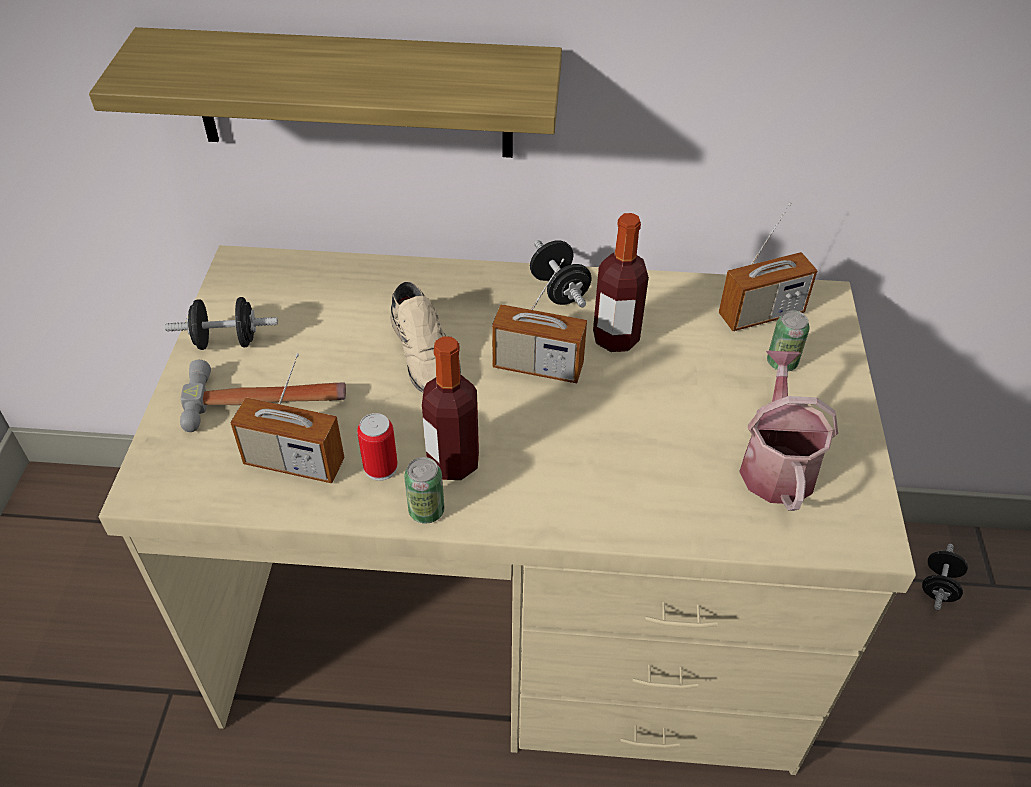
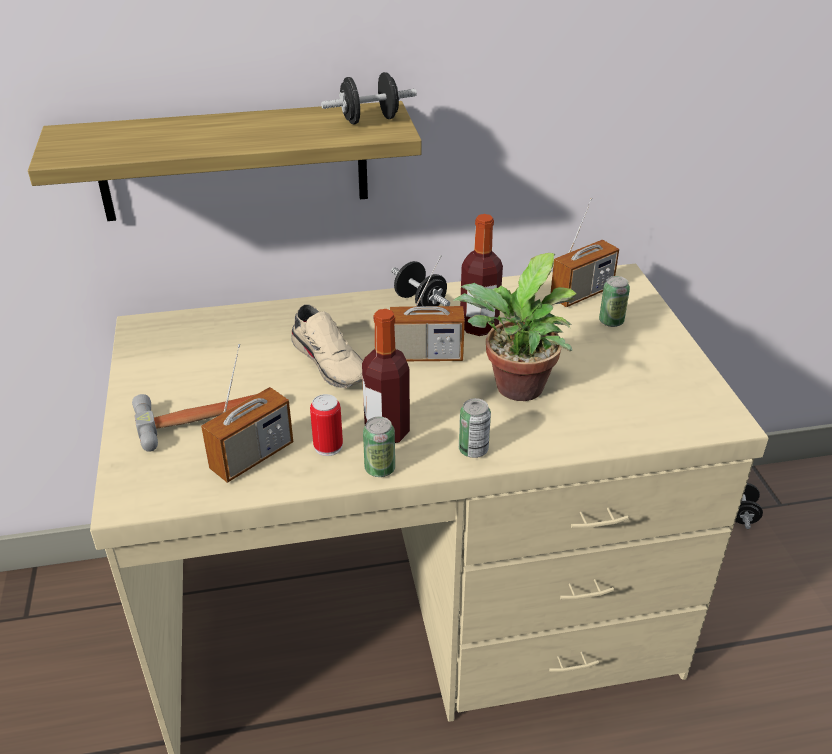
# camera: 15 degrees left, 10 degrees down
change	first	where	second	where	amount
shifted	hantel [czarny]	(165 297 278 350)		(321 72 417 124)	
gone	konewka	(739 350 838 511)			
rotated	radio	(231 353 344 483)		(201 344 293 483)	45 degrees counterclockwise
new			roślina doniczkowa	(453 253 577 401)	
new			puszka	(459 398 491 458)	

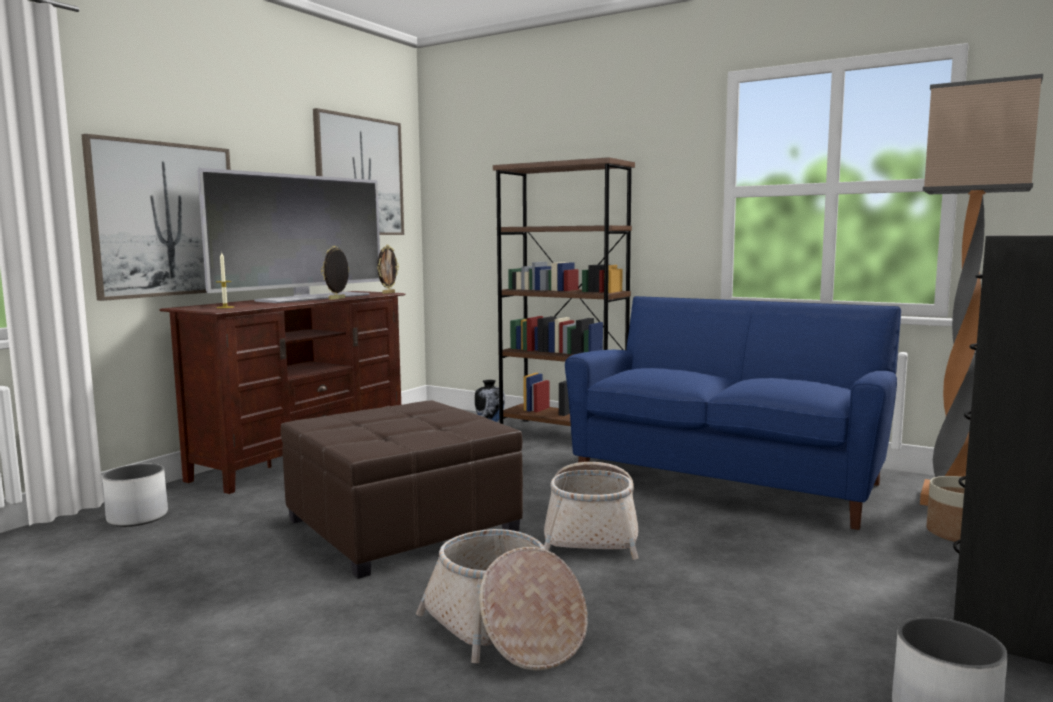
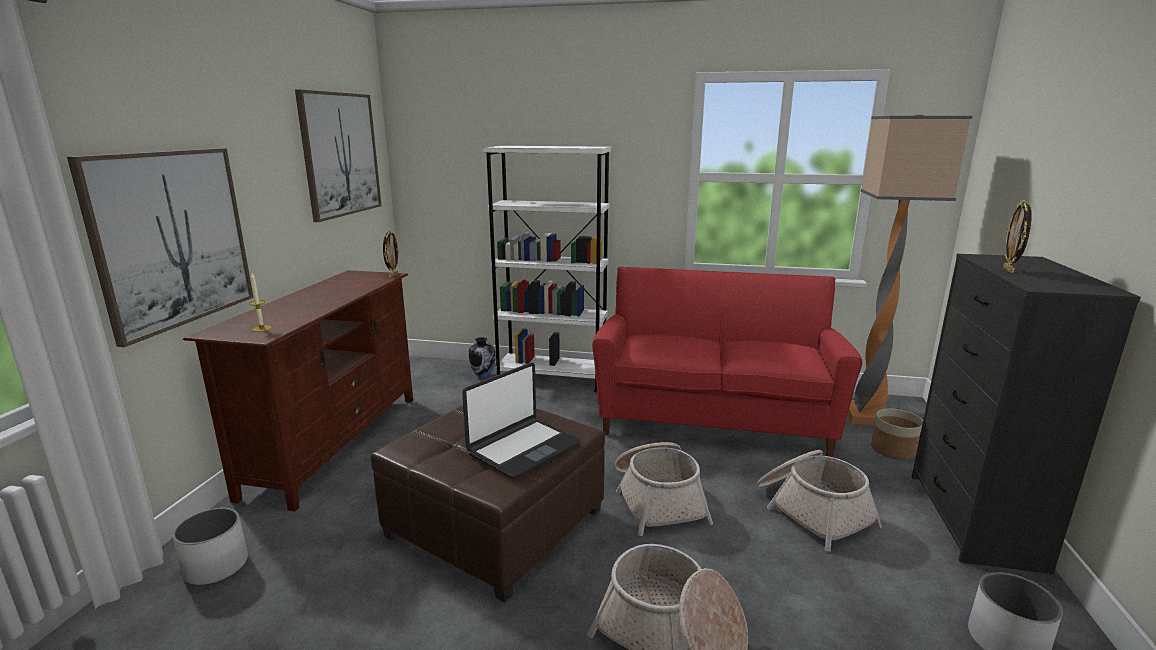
# camera: 20 degrees left, 10 degrees up
change	first	where	second	where	amount
repainted	regał [brązowy]	(493 157 635 426)	regał [biały]	(483 146 611 393)	
gone	telewizor	(197 168 380 303)			
shifted	ramka na zdjęcie	(321 246 349 300)		(1003 200 1032 273)	
repainted	kanapa [niebieski]	(565 296 901 530)	kanapa [czerwony]	(592 267 862 457)	
new			laptop	(462 363 580 479)	
new			koszyk	(757 450 882 552)	

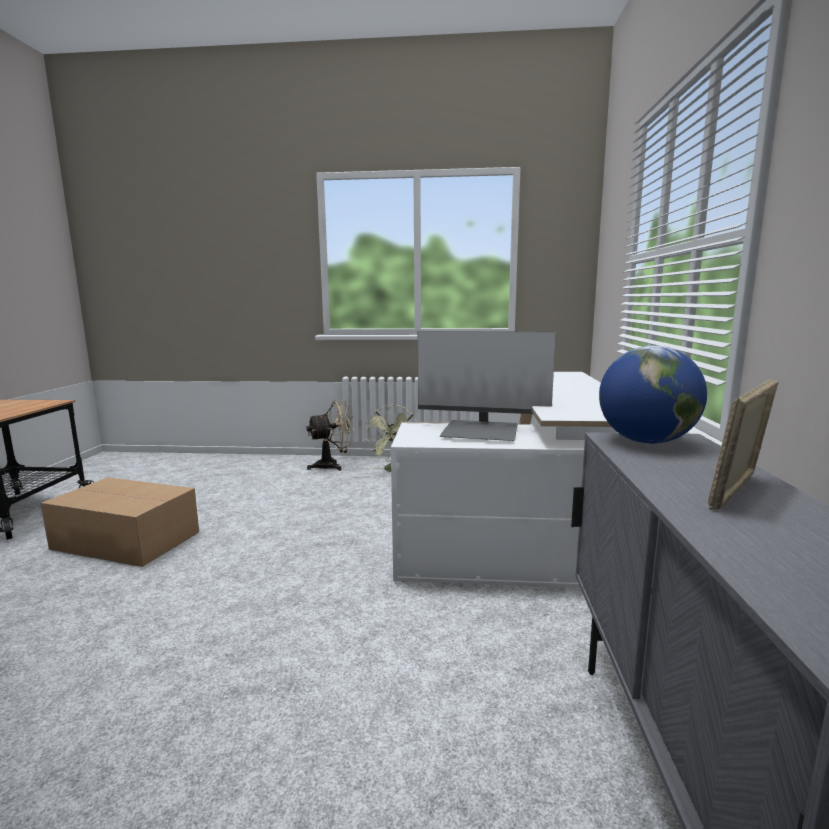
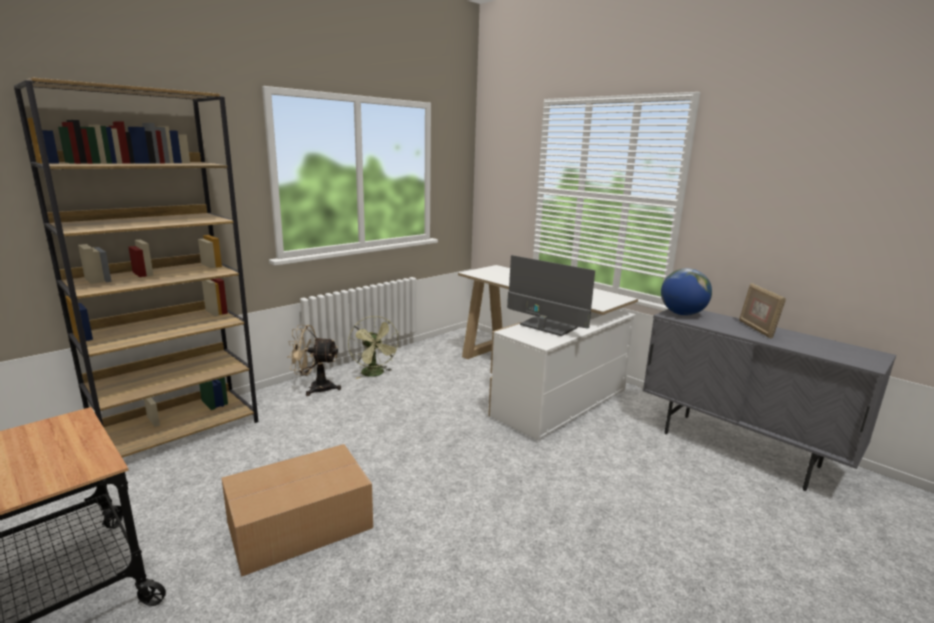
# camera: 50 degrees left, 5 degrees up
change	first	where	second	where	amount
rotated	monitor	(418 331 556 441)		(507 255 595 336)	105 degrees counterclockwise
rotated	wentylator [beżowy]	(306 400 354 471)		(287 325 341 396)	105 degrees counterclockwise
new			regał [brązowy]	(14 77 259 458)	

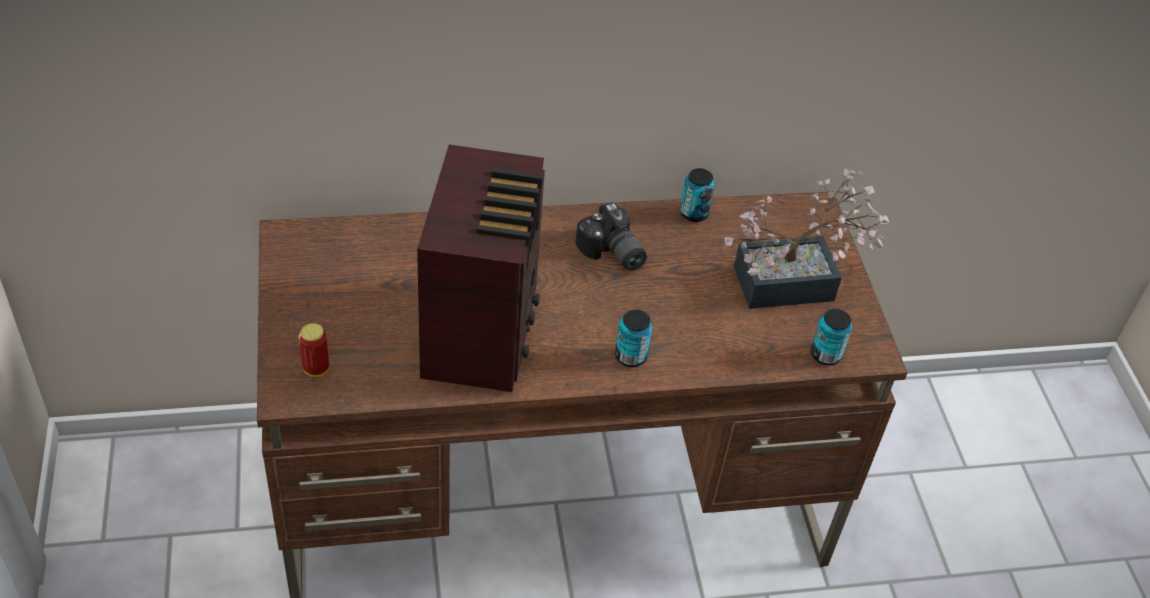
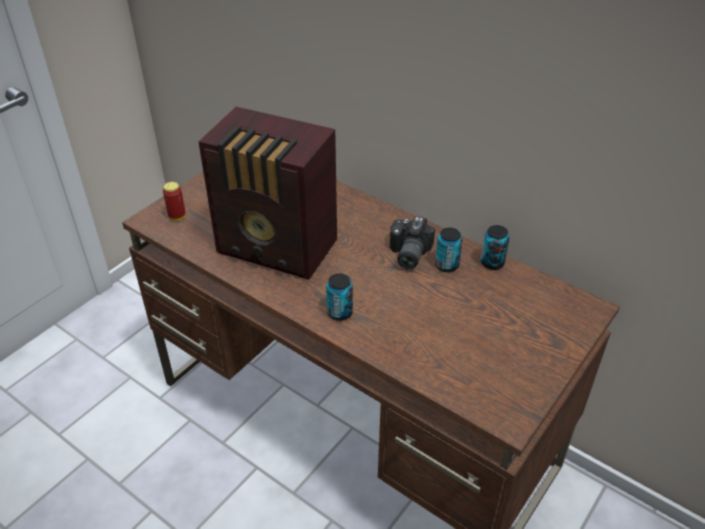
# camera: 50 degrees right, 5 degrees down
change	first	where	second	where	amount
rotated	radio	(417 145 545 392)		(198 107 337 280)	60 degrees clockwise
gone	roślina doniczkowa	(724 168 889 309)			
shifted	puszka	(811 309 852 365)		(435 227 463 272)	

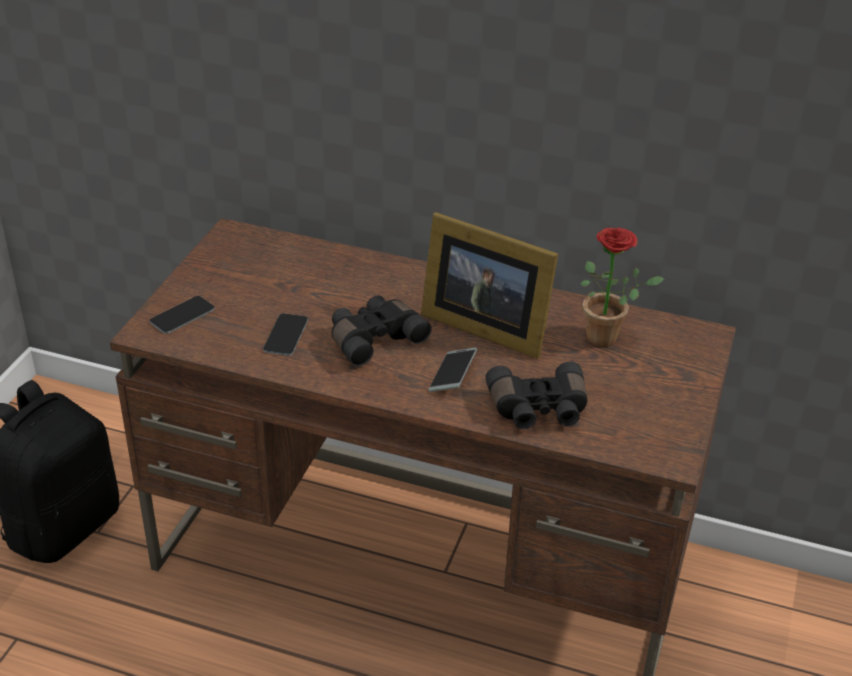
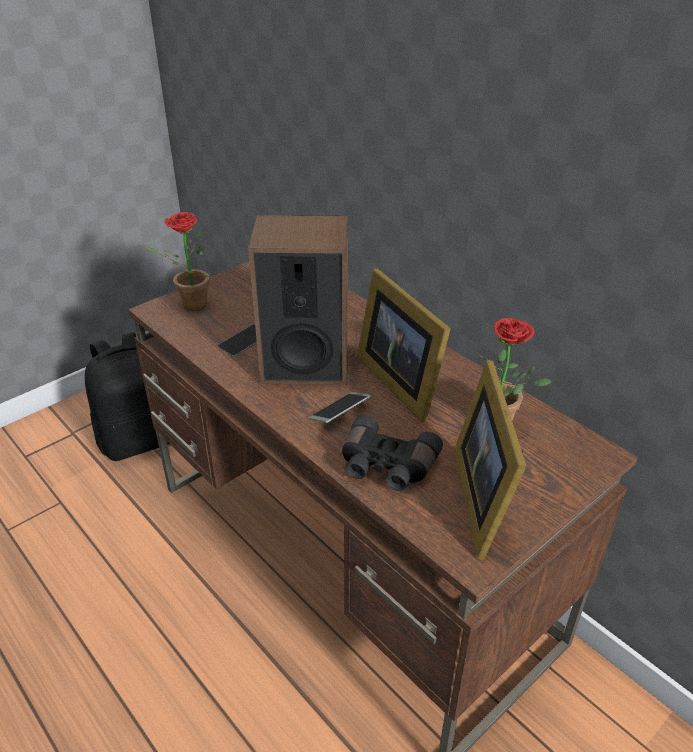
# camera: 30 degrees right, 0 degrees up
change	first	where	second	where	amount
swapped	lornetka [czarny]	(332 295 432 366)	głośnik	(248 215 348 385)	
swapped	telefon	(150 296 215 334)	roślina doniczkowa	(145 212 210 311)	
new			ramka na zdjęcie	(454 360 526 560)	

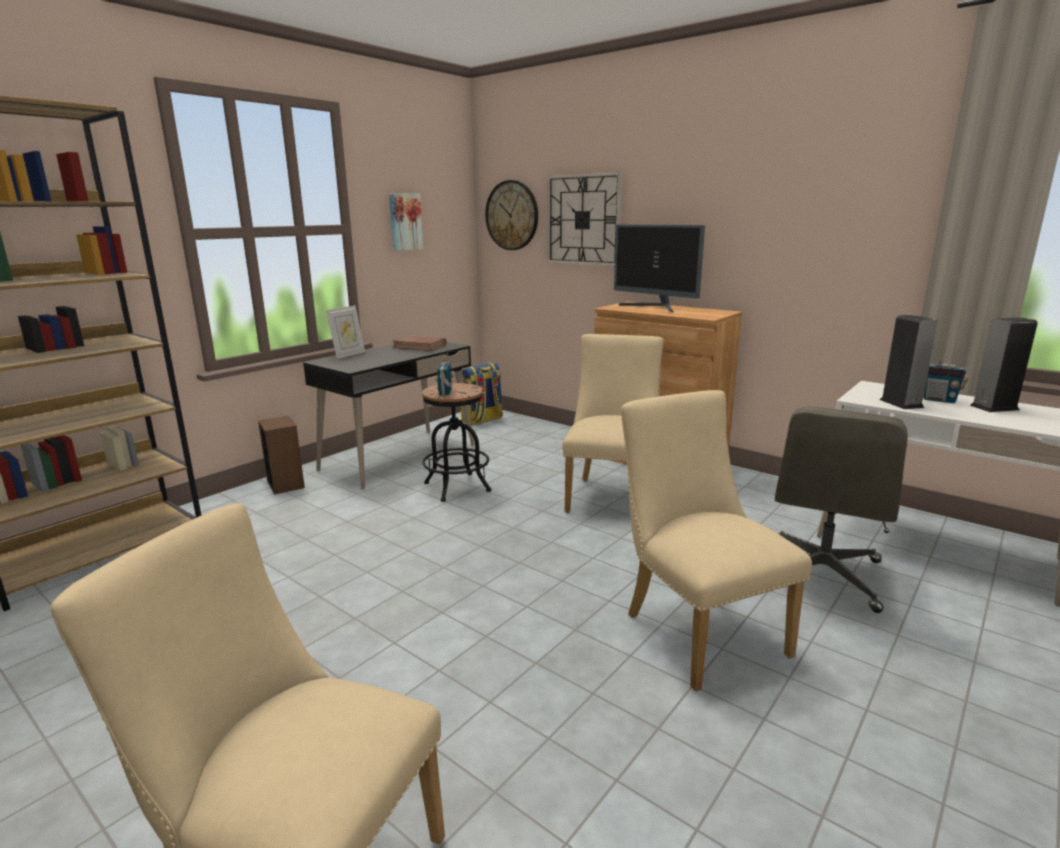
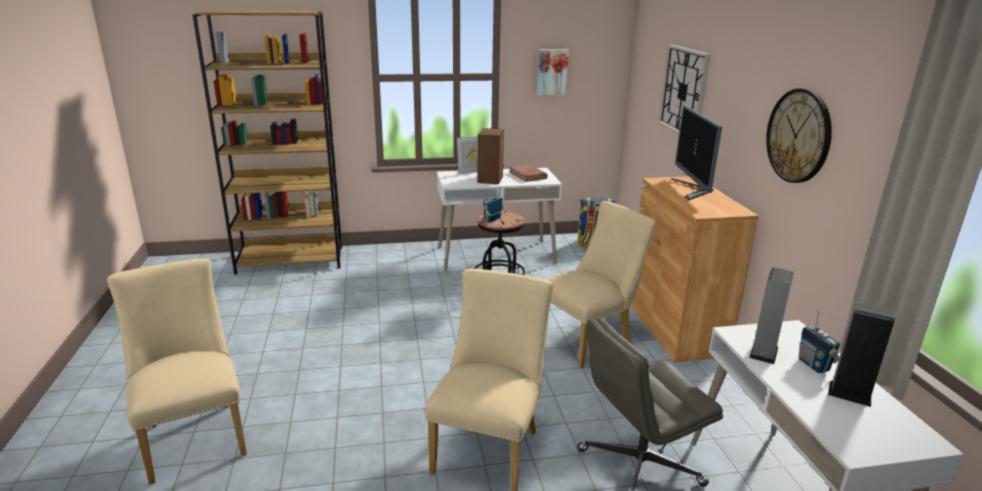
# camera: 40 degrees right, 5 degrees up
change	first	where	second	where	amount
shifted	zegar ścienny	(485 180 538 250)		(766 88 832 183)	
repainted	biurko [czarny]	(303 342 474 490)	biurko [biały]	(437 168 562 271)	
shifted	głośnik	(258 416 305 494)		(477 128 504 184)	

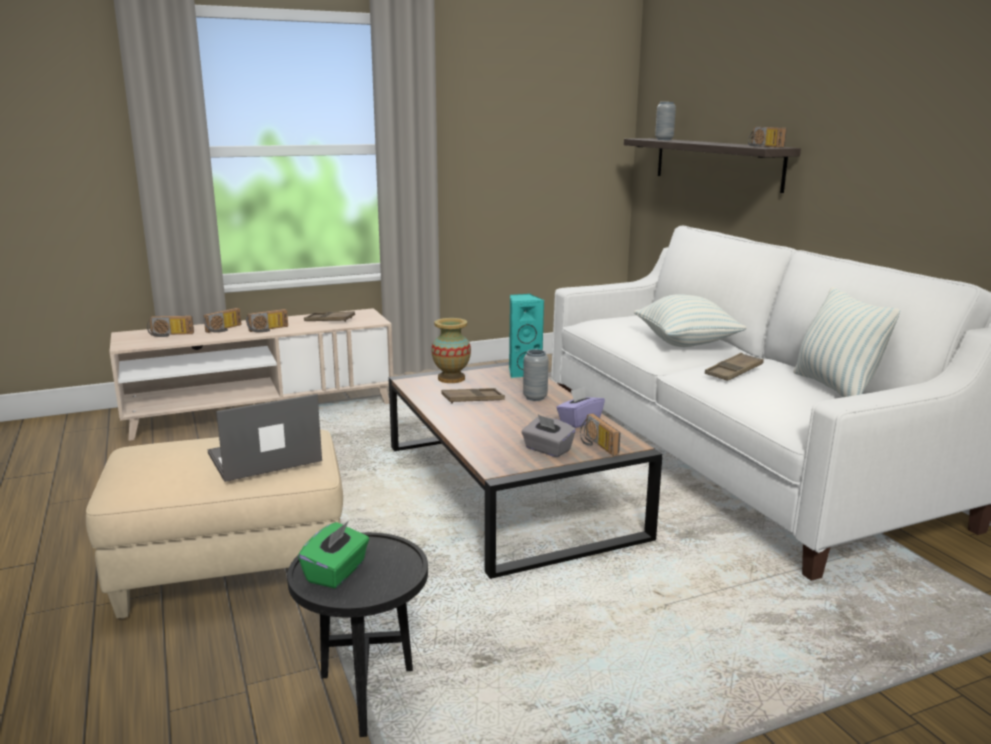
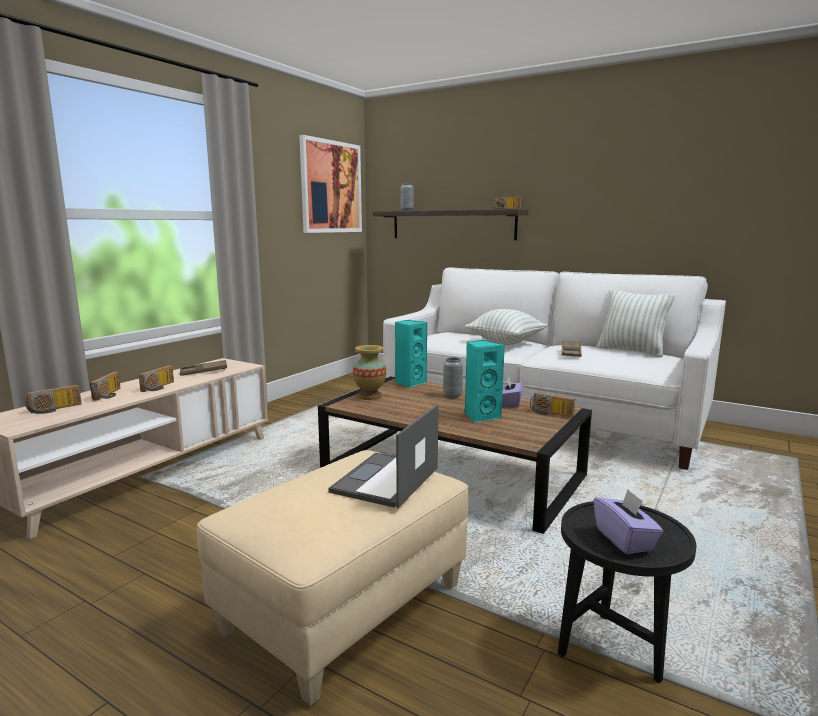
# camera: 35 degrees left, 5 degrees down
change	first	where	second	where	amount
gone	taca [brązowy]	(441 388 505 404)			
gone	pudełko chusteczek [szary]	(521 415 576 457)			
repainted	pudełko chusteczek [zielony]	(298 522 369 588)	pudełko chusteczek [fioletowy]	(593 489 663 554)	
new			obraz	(299 135 362 233)	
new			głośnik [turkusowy]	(465 340 505 422)	

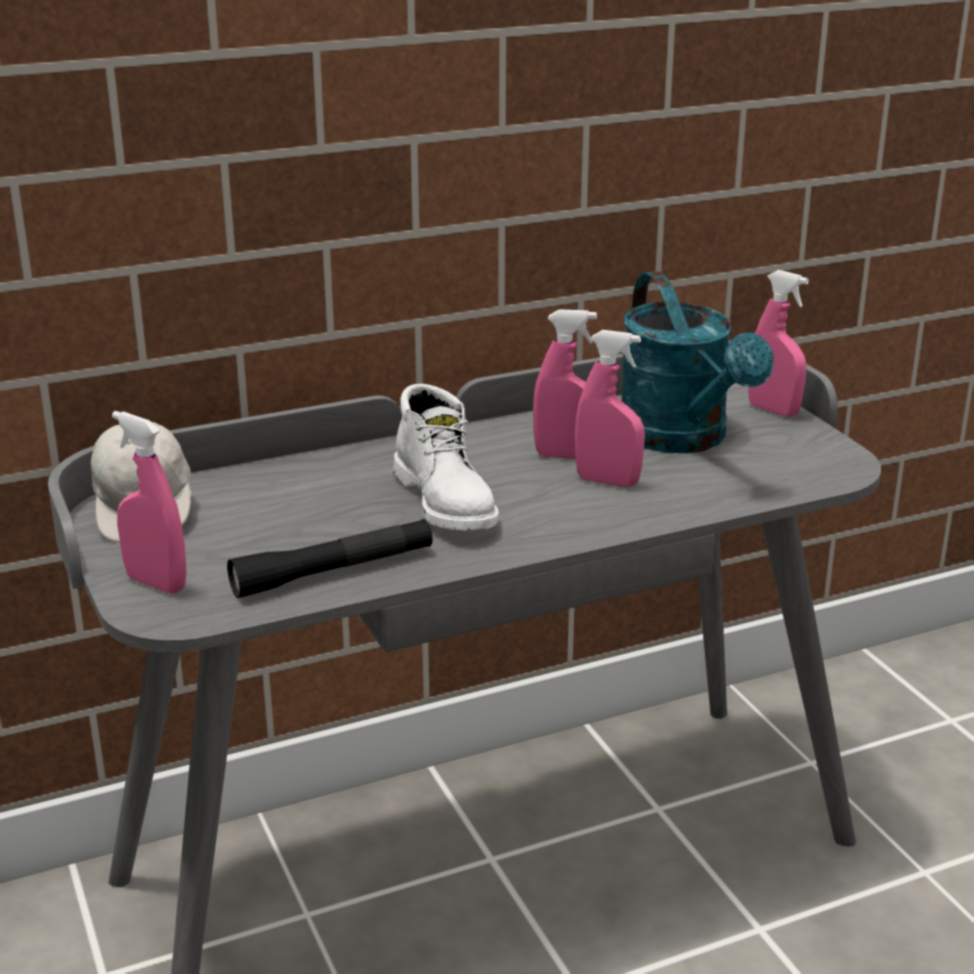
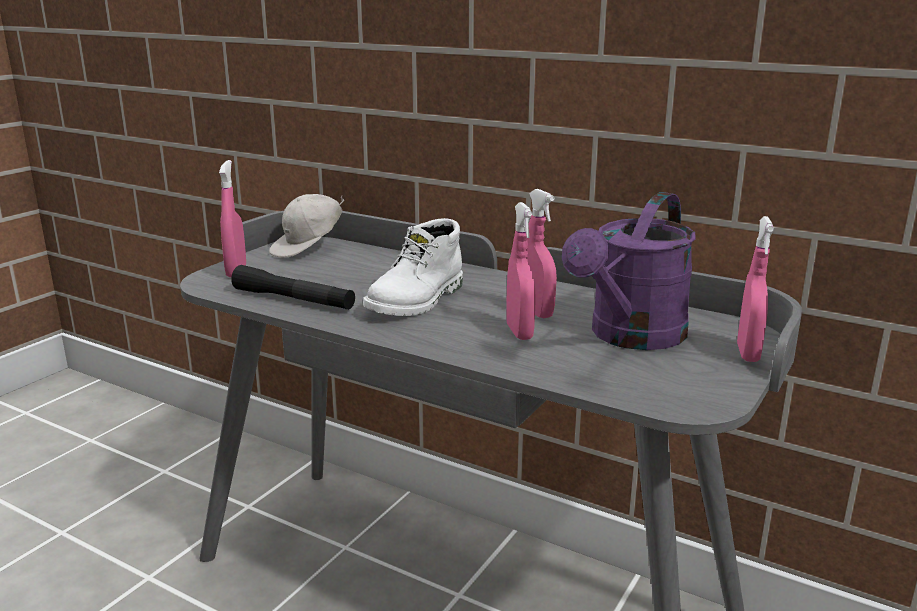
# camera: 55 degrees right, 5 degrees down
change	first	where	second	where	amount
repainted	konewka [turkusowy]	(622 271 774 453)	konewka [fioletowy]	(562 192 695 350)	

